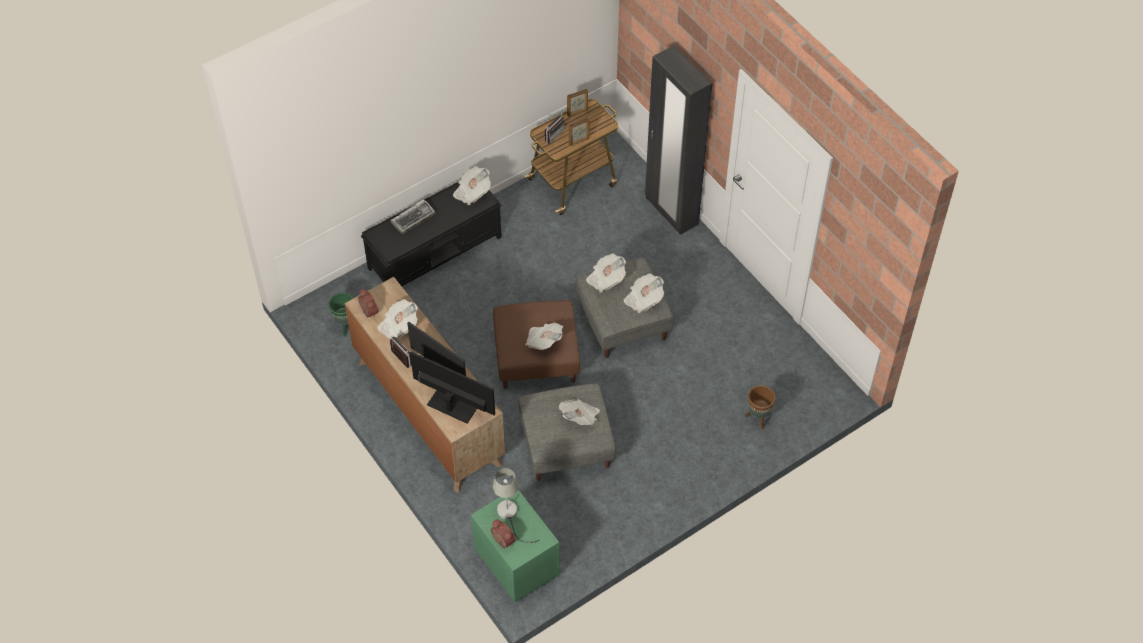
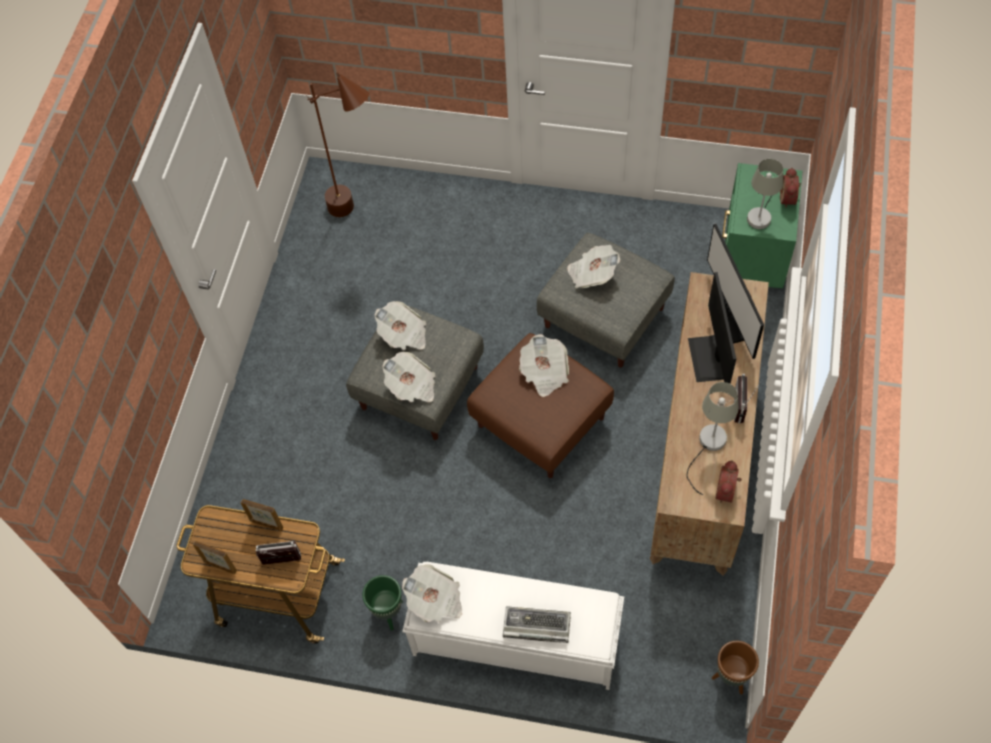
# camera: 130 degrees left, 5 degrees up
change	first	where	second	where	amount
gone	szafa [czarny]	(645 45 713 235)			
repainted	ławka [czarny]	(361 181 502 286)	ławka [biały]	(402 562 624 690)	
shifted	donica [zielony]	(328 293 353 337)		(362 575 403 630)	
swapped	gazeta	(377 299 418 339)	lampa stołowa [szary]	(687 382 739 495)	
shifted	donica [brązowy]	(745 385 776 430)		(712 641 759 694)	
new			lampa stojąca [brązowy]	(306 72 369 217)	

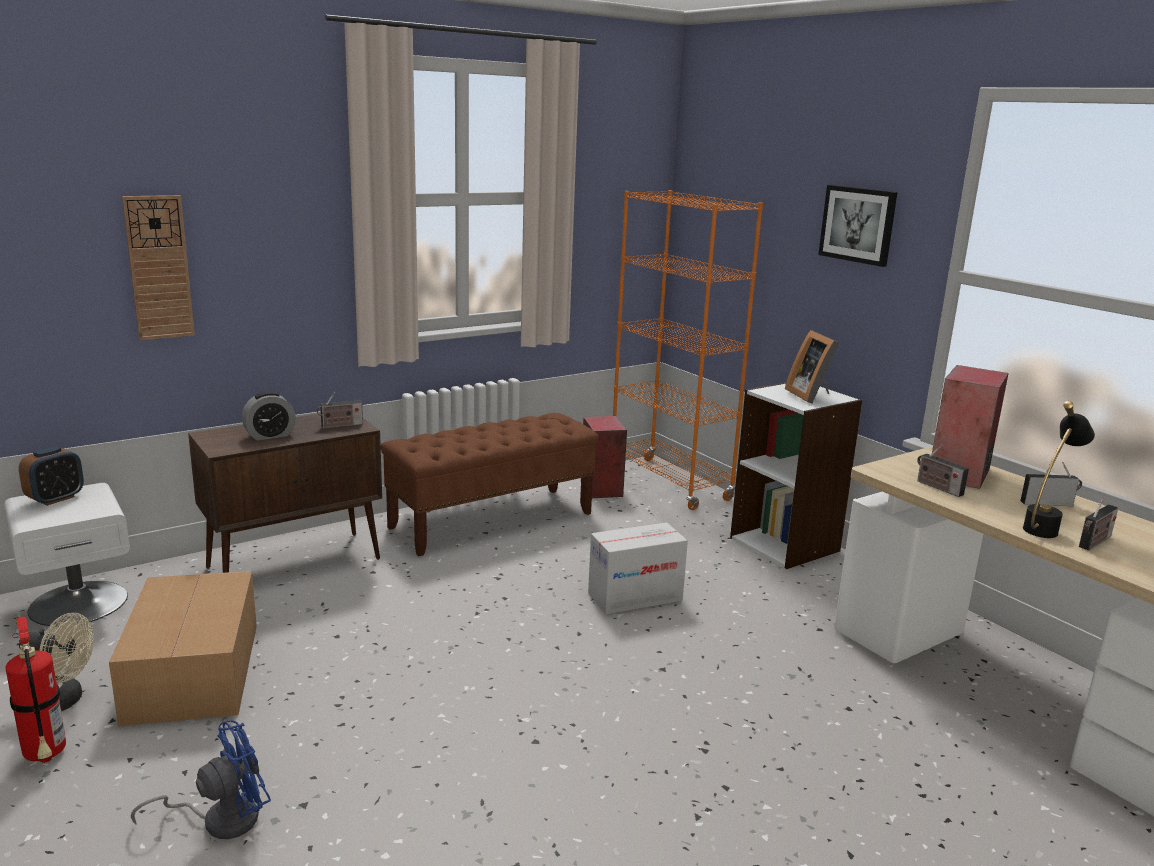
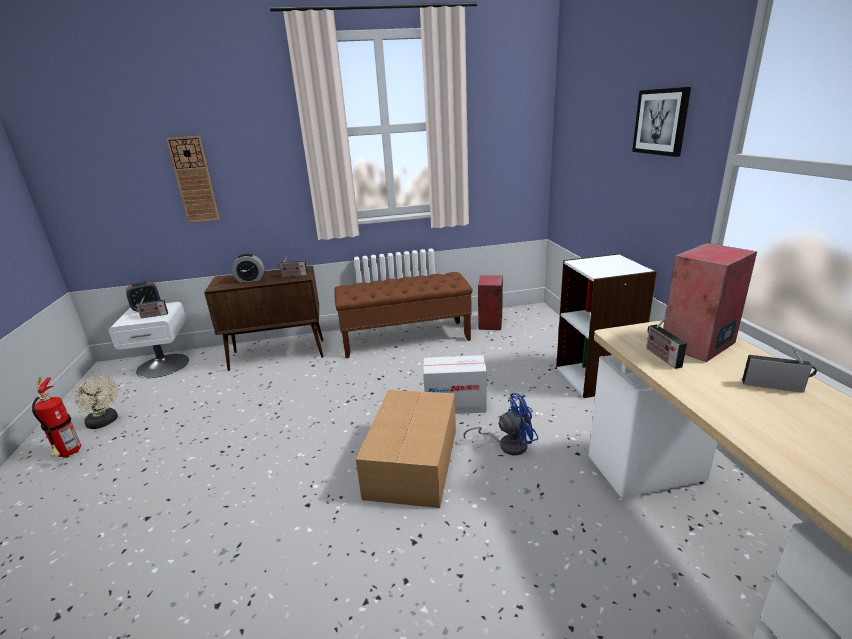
# camera: 25 degrees right, 5 degrees up
change	first	where	second	where	amount
gone	regał [pomarańczowy]	(613 190 763 510)			
gone	ramka na zdjęcie	(785 330 839 403)			
gone	lampa stołowa [czarny]	(1023 401 1095 538)			
shifted	radio	(1079 498 1118 550)		(135 295 168 319)	
shifted	karton	(109 571 257 726)		(356 390 456 508)	
shifted	wentylator [niebieski]	(131 721 271 839)		(463 393 538 455)	

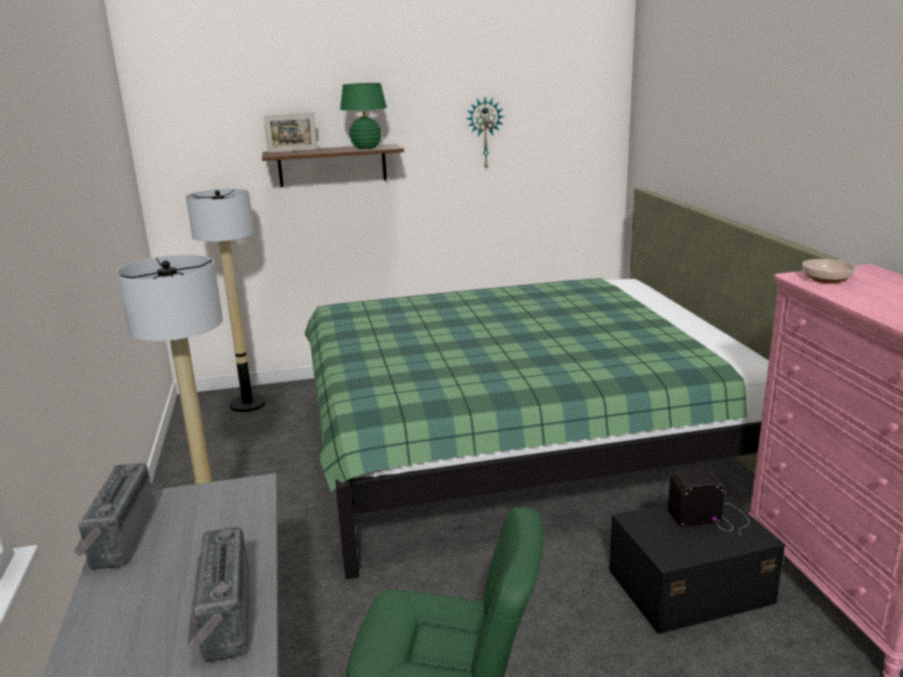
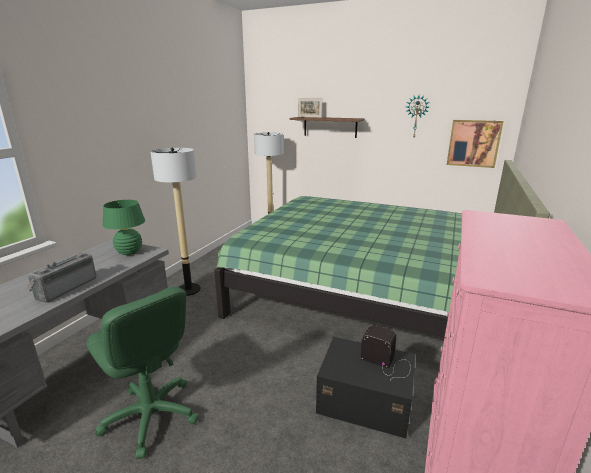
# camera: 35 degrees right, 0 degrees up
change	first	where	second	where	amount
shifted	lampa stołowa [zielony]	(340 83 387 149)		(102 200 145 255)	
gone	miska	(802 259 856 284)			
gone	radio	(74 463 155 569)			
new			obraz	(447 120 504 168)	

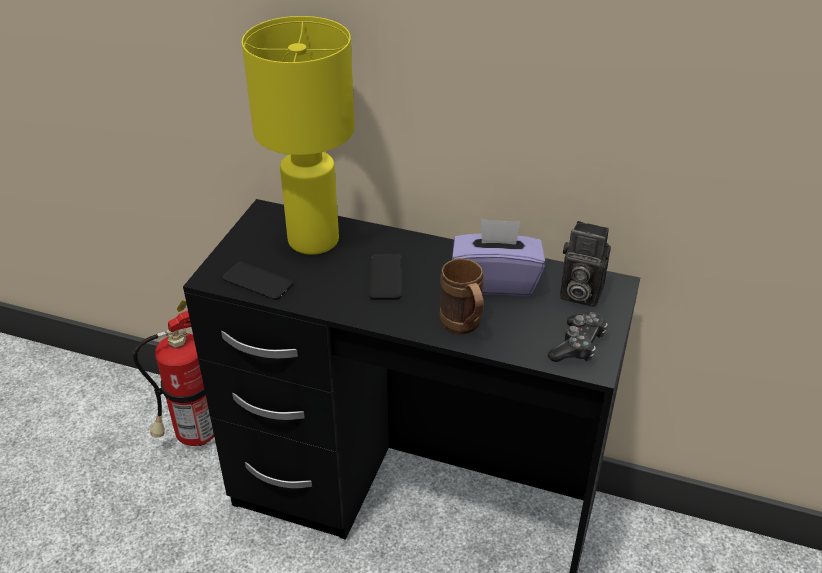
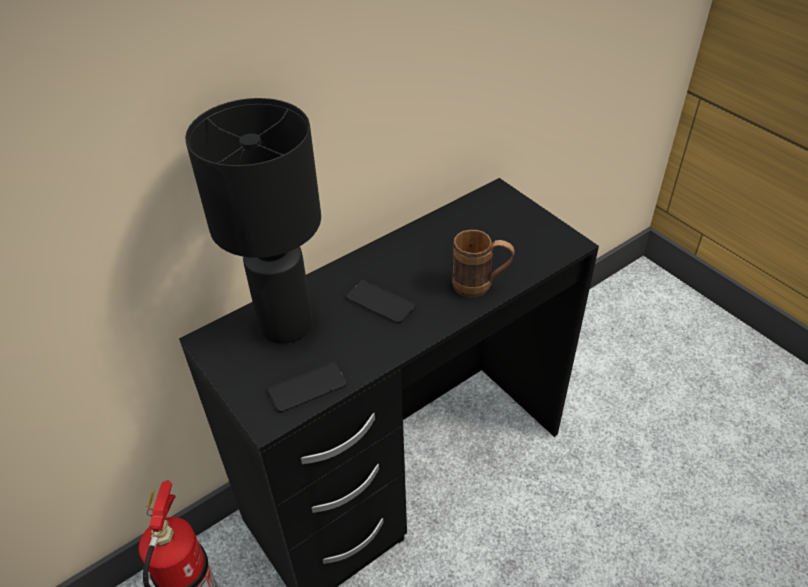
# camera: 55 degrees left, 5 degrees up
change	first	where	second	where	amount
repainted	lampa stołowa [żółty]	(242 16 355 255)	lampa stołowa [czarny]	(185 98 321 344)	
gone	pudełko chusteczek [fioletowy]	(452 219 545 296)			
gone	aparat fotograficzny	(560 221 611 307)			
gone	pad do gier	(548 312 608 362)			

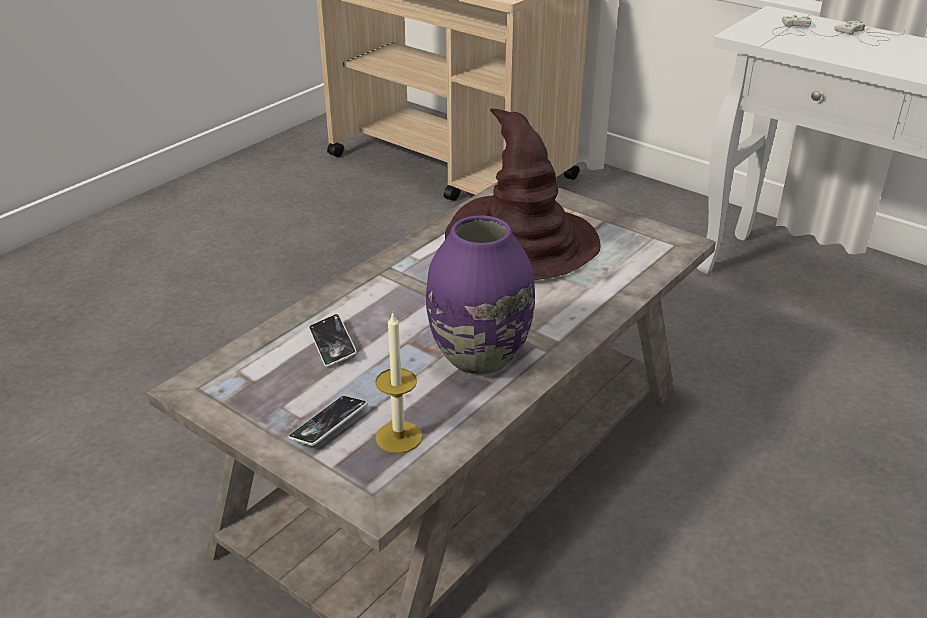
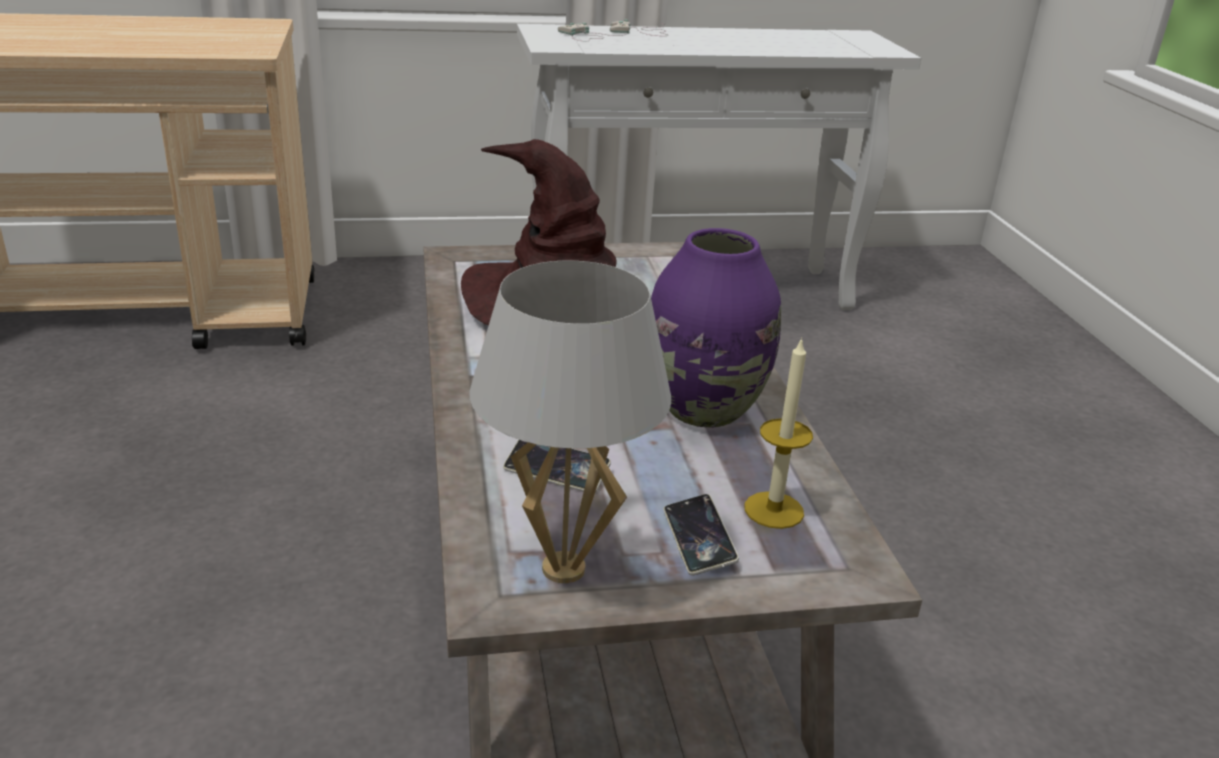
# camera: 50 degrees left, 5 degrees down
change	first	where	second	where	amount
new			lampa stołowa [biały]	(469 261 671 583)	

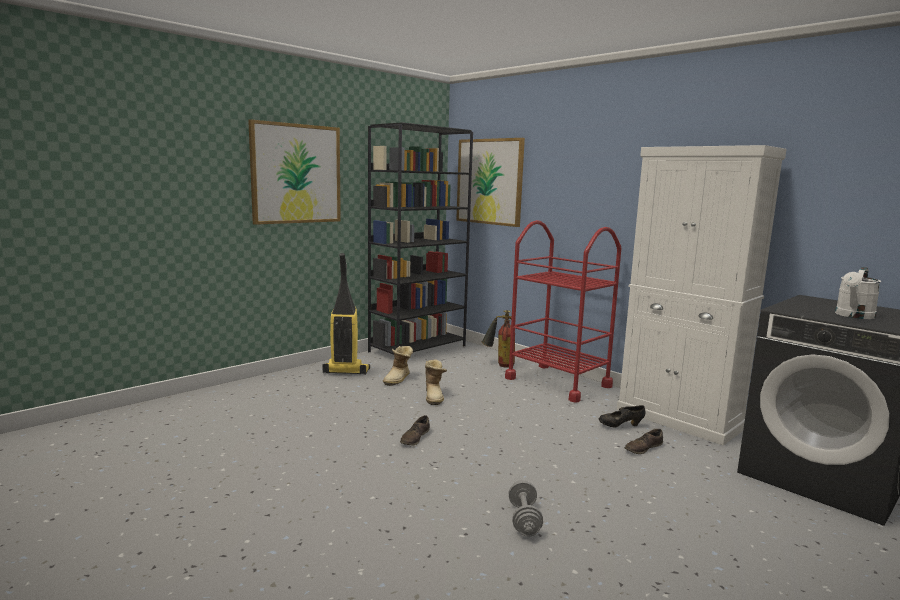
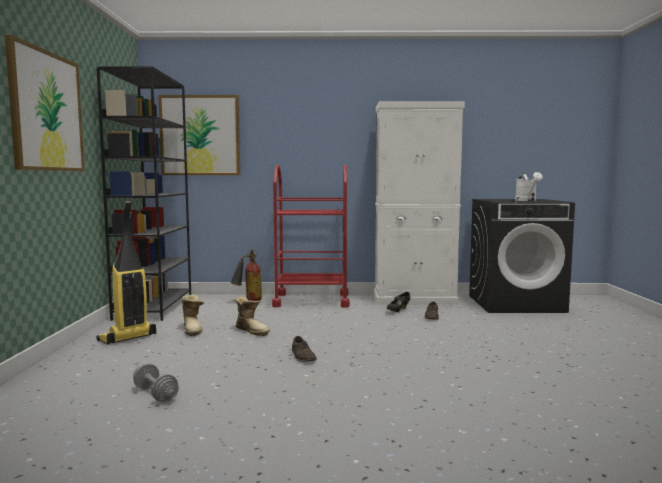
# camera: 45 degrees left, 5 degrees down
change	first	where	second	where	amount
shifted	hantel [szary]	(509 480 543 537)		(133 364 179 402)	

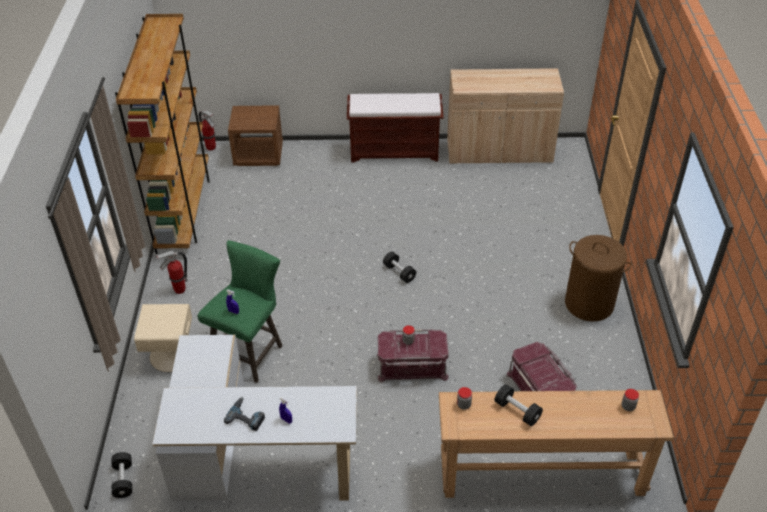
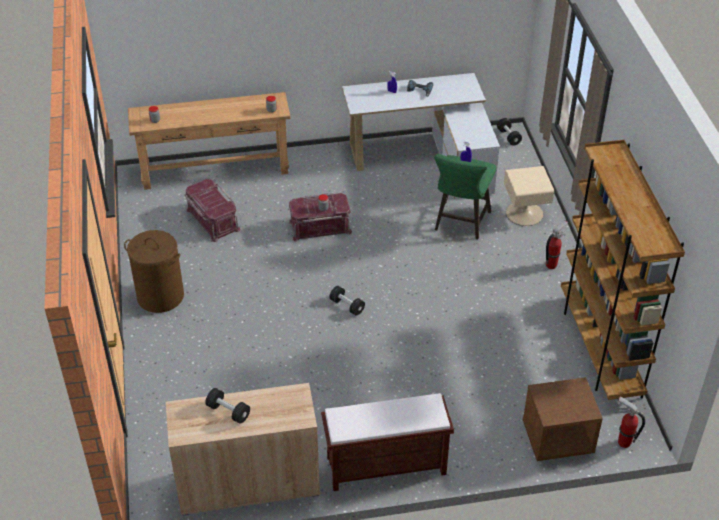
# camera: 170 degrees right, 0 degrees up
change	first	where	second	where	amount
shifted	hantel [czarny]	(494 384 543 426)		(205 388 250 424)	

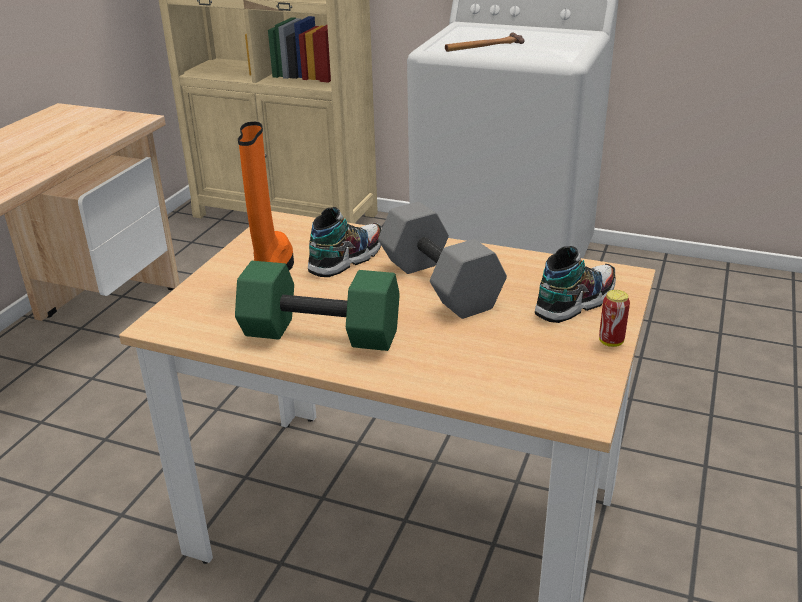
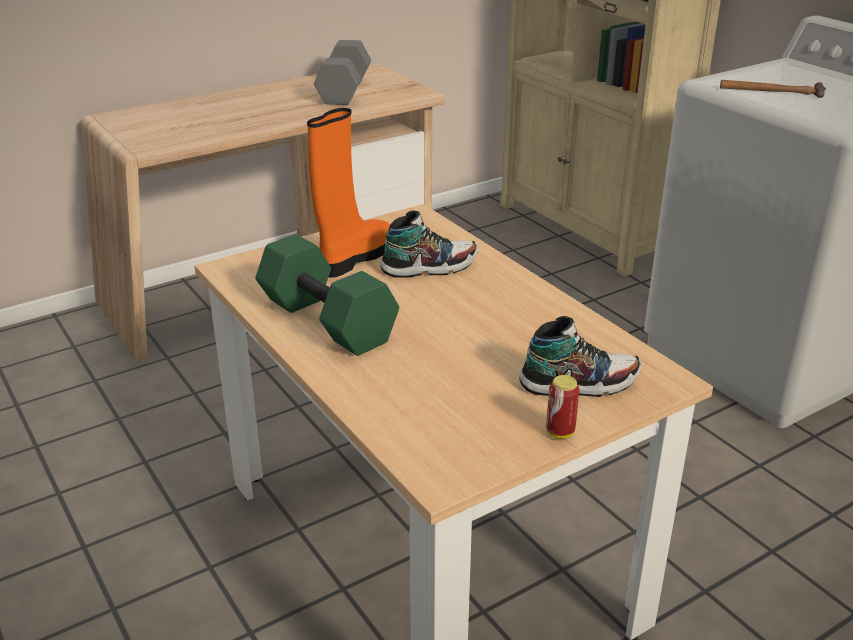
# camera: 35 degrees right, 0 degrees up
change	first	where	second	where	amount
shifted	hantel [szary]	(378 202 507 319)		(314 40 371 105)	

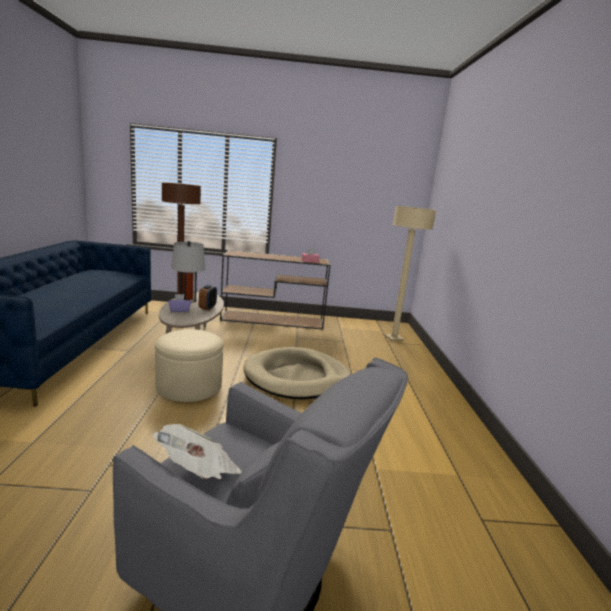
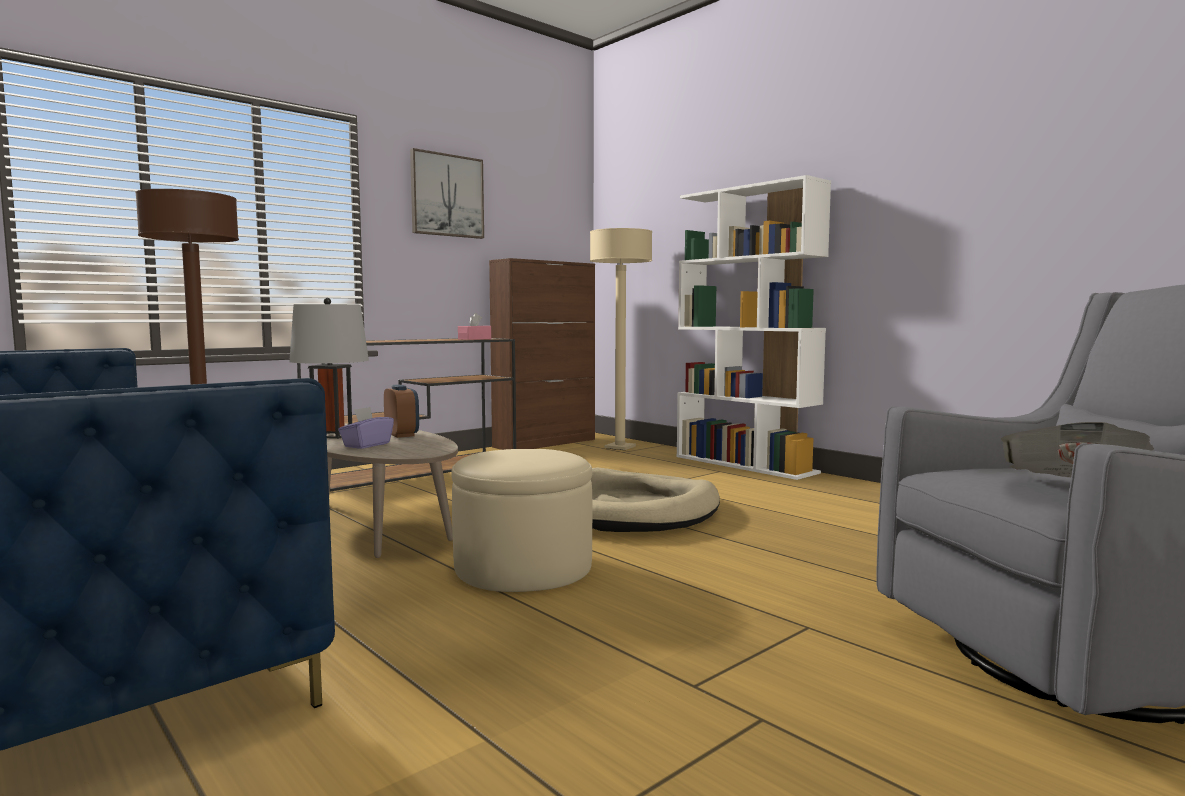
# camera: 40 degrees left, 10 degrees down
change	first	where	second	where	amount
new			obraz	(410 148 484 239)	
new			regał [biały]	(677 175 831 480)	
new			szafka [brązowy]	(489 258 595 450)	

